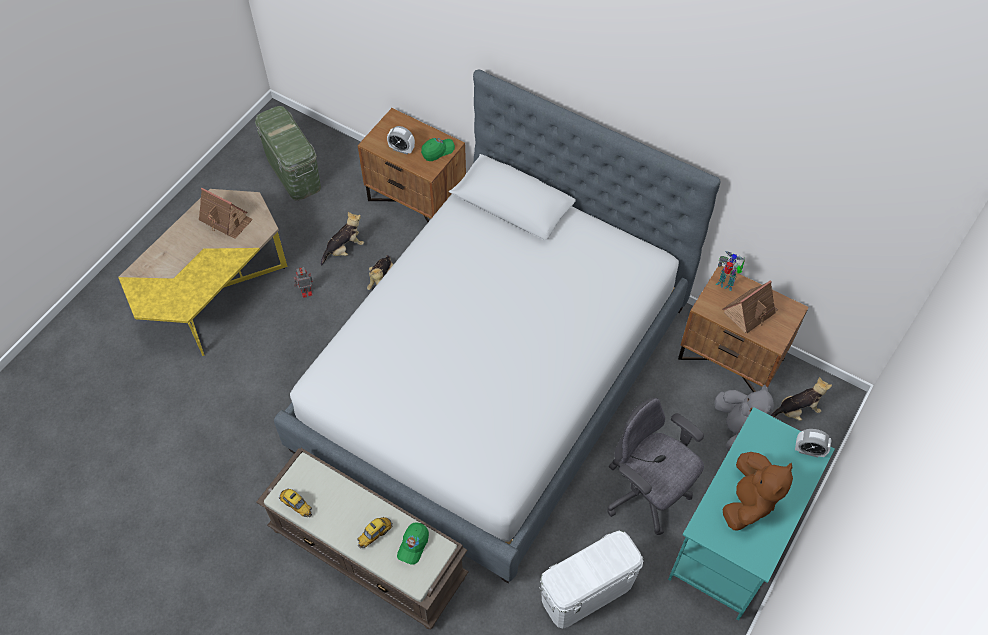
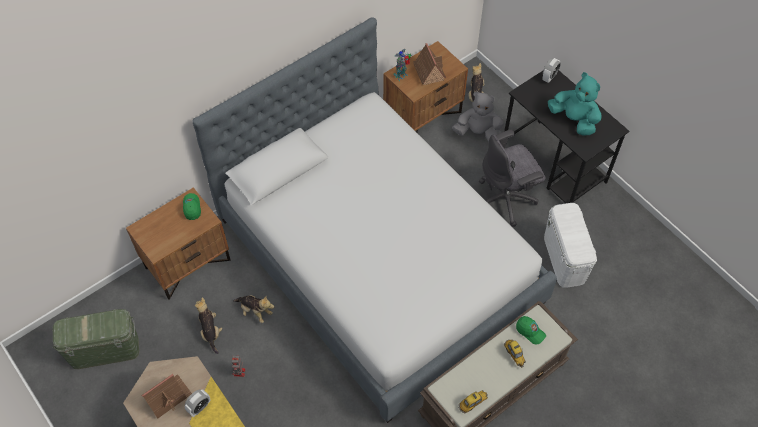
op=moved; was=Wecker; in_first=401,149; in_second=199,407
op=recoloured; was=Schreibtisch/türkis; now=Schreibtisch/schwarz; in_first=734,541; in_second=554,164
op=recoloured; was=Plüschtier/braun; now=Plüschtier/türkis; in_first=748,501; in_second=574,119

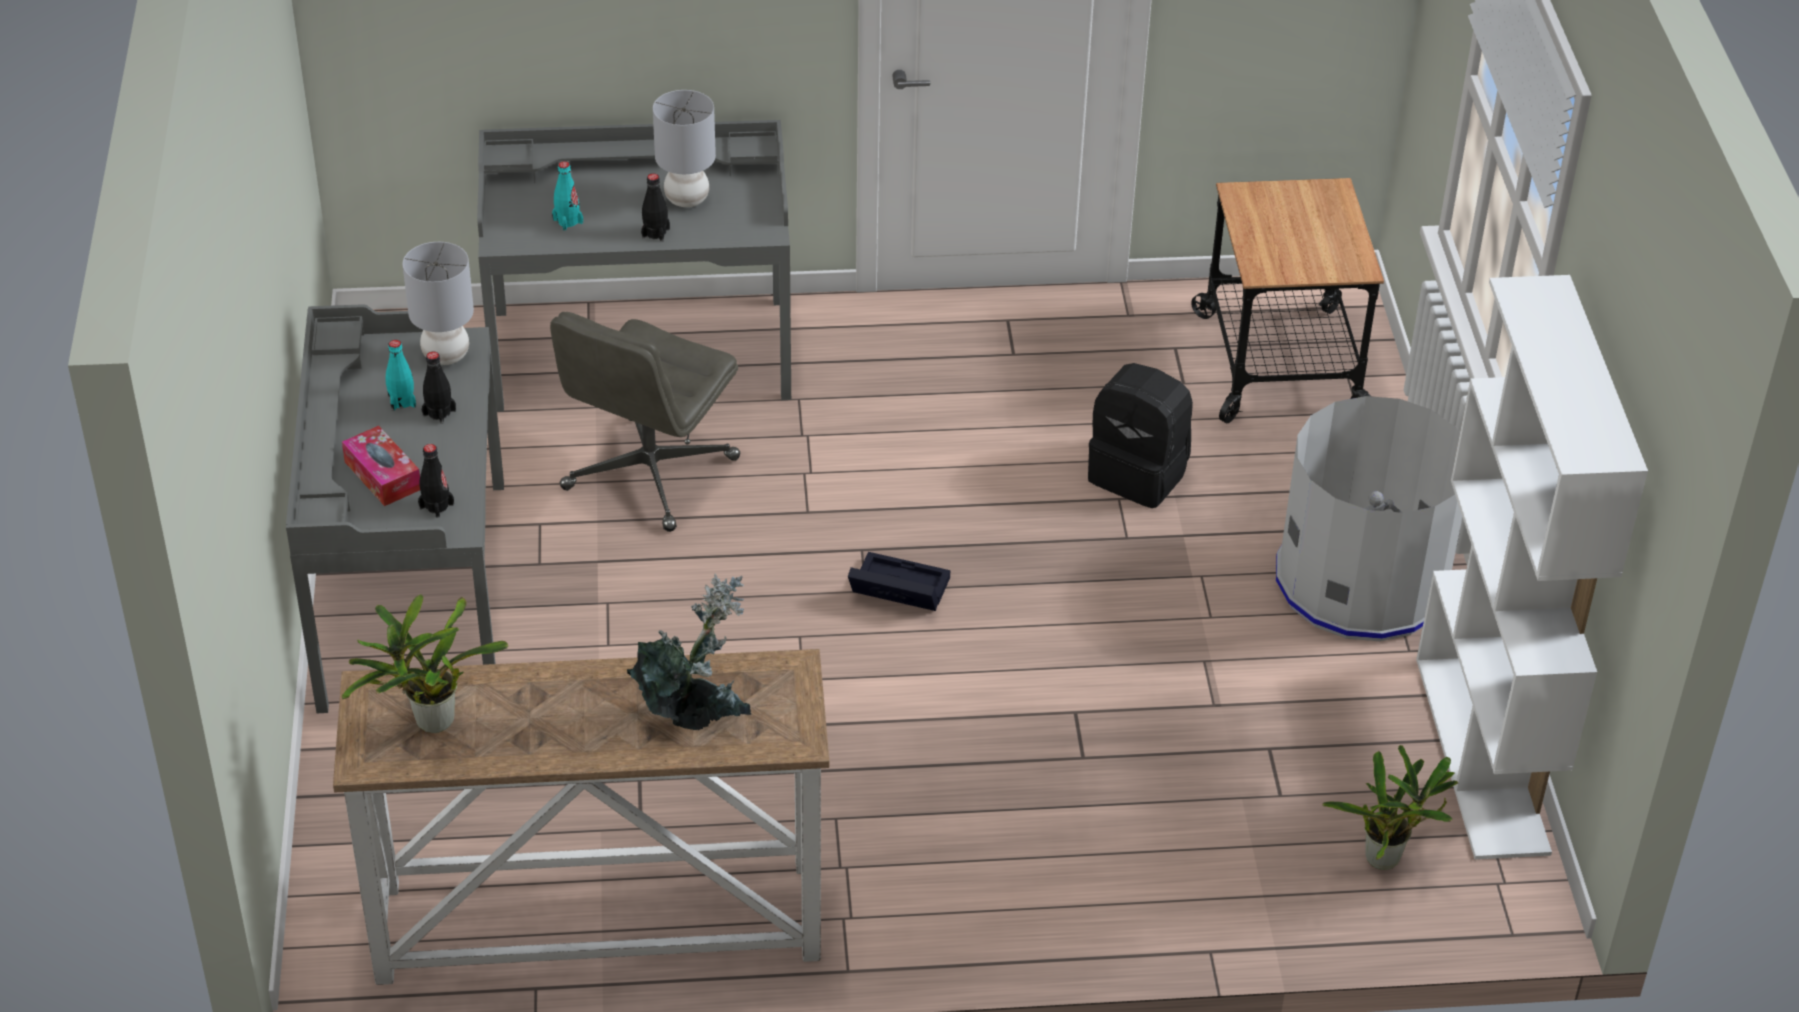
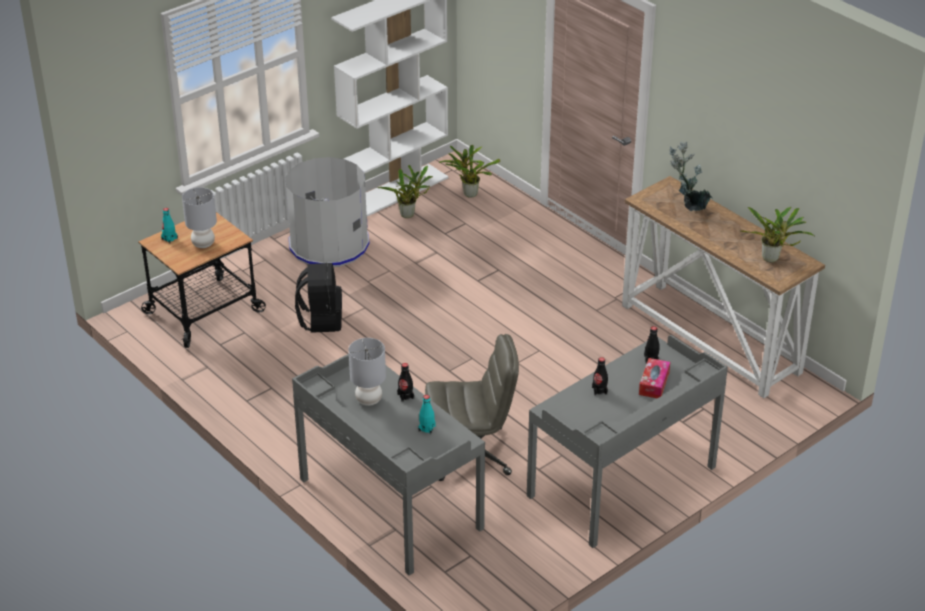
op=removed; was=Aufbewahrungsbox/schwarz; in_first=896,590
op=added; now=Topfpflanze; in_second=409,214
op=moved; was=Flasche/türkis; in_first=402,401; in_second=169,238
op=moved; was=Tischlampe/grau; in_first=445,356; in_second=203,244

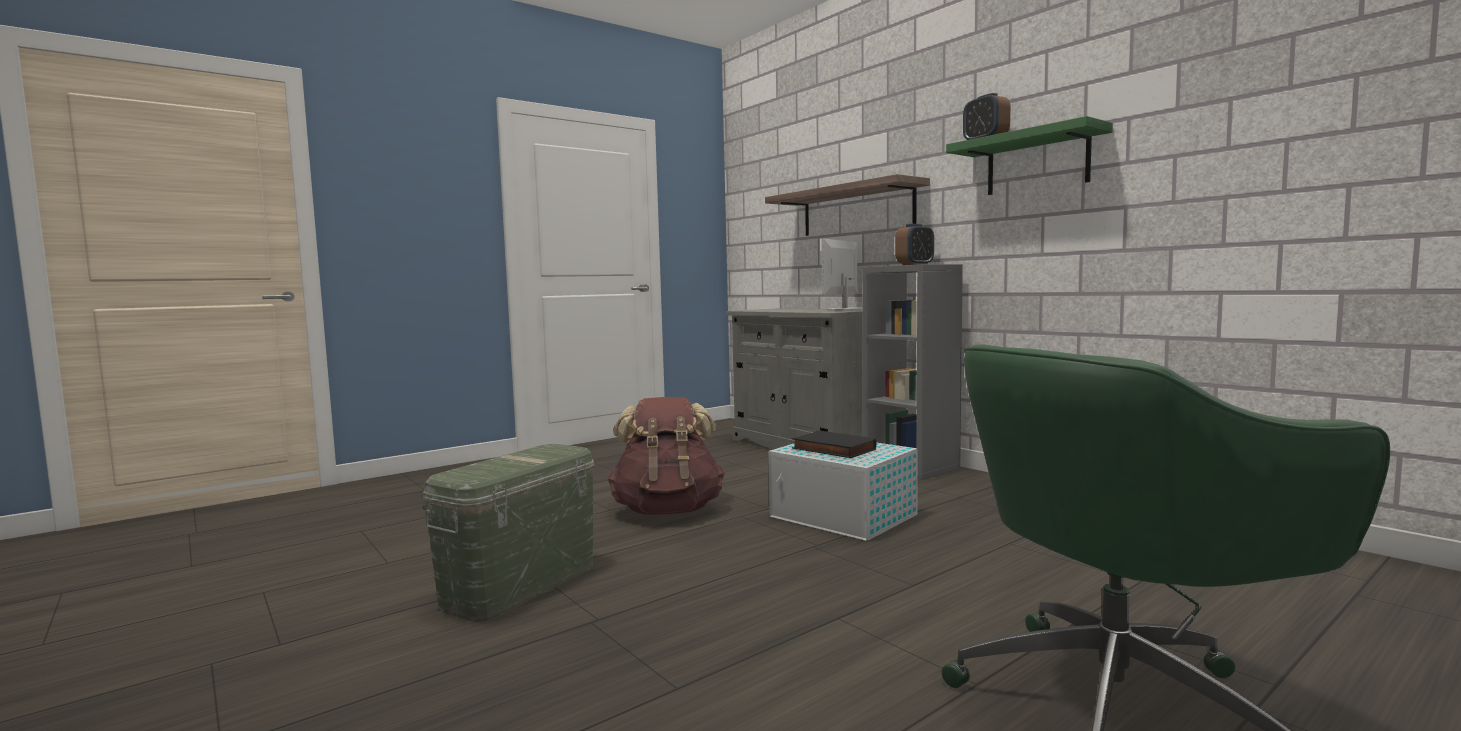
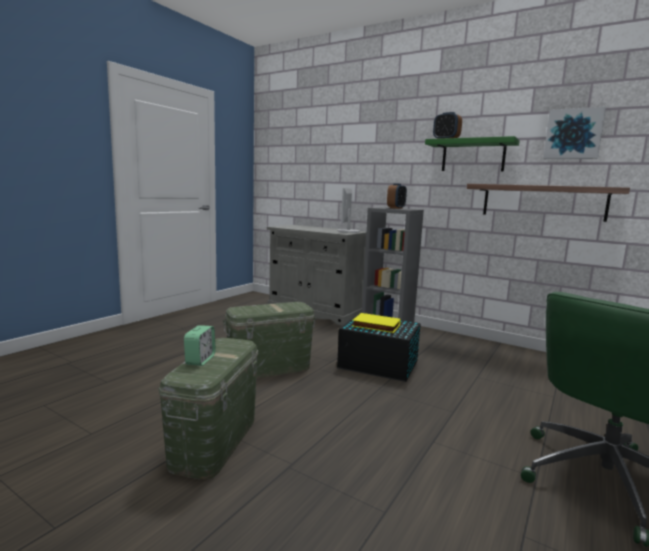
op=added; now=Wecker; in_second=200,360
op=added; now=Bild; in_second=573,134
op=moved; was=Wandregal; in_first=857,210; in_second=542,202
op=replaced; was=Rucksack/braun; now=Aufbewahrungsbox/grün; in_first=668,511; in_second=269,368
op=recoloured; was=Aufbewahrungsbox/weiß; now=Aufbewahrungsbox/schwarz; in_first=844,516; in_second=379,365
op=recoloured; was=Buch/schwarz; now=Buch/gelb; in_first=832,449; in_second=375,326

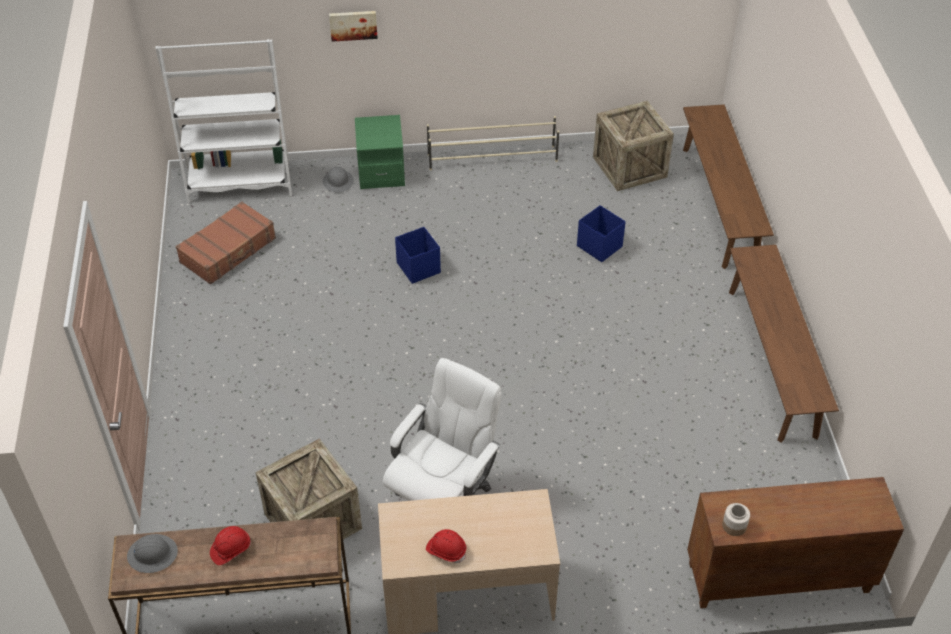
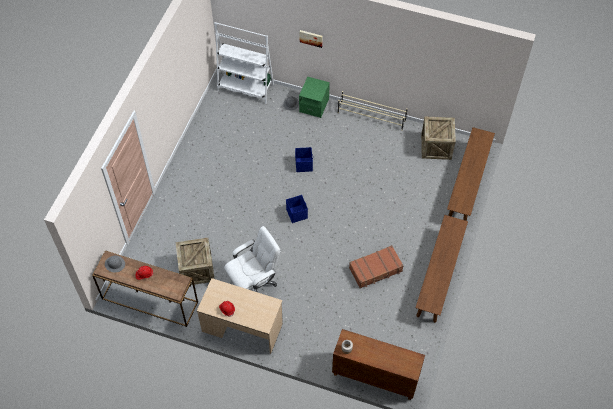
op=moved; was=Koffer/braun; in_first=228,251; in_second=376,270
op=moved; was=Aufbewahrungsbox/blau; in_first=599,246; in_second=297,213

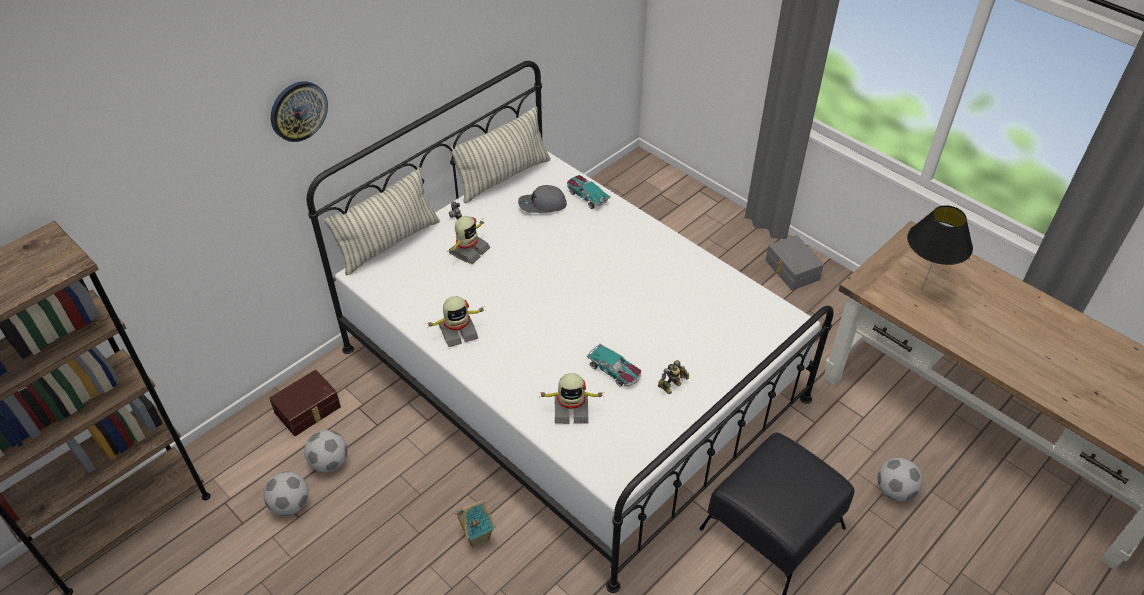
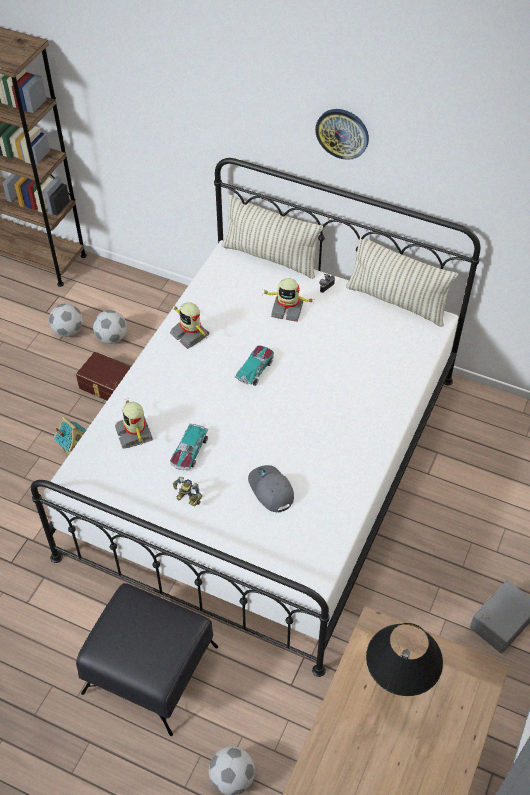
op=moved; was=Aufbewahrungsbox/braun; in_first=308,410; in_second=107,386
op=moved; was=Wanduhr; in_first=298,111; in_second=342,133
op=moved; was=Kappe/grau; in_first=542,205; in_second=270,490
op=moved; was=Spielzeugauto; in_first=587,196; in_second=255,369

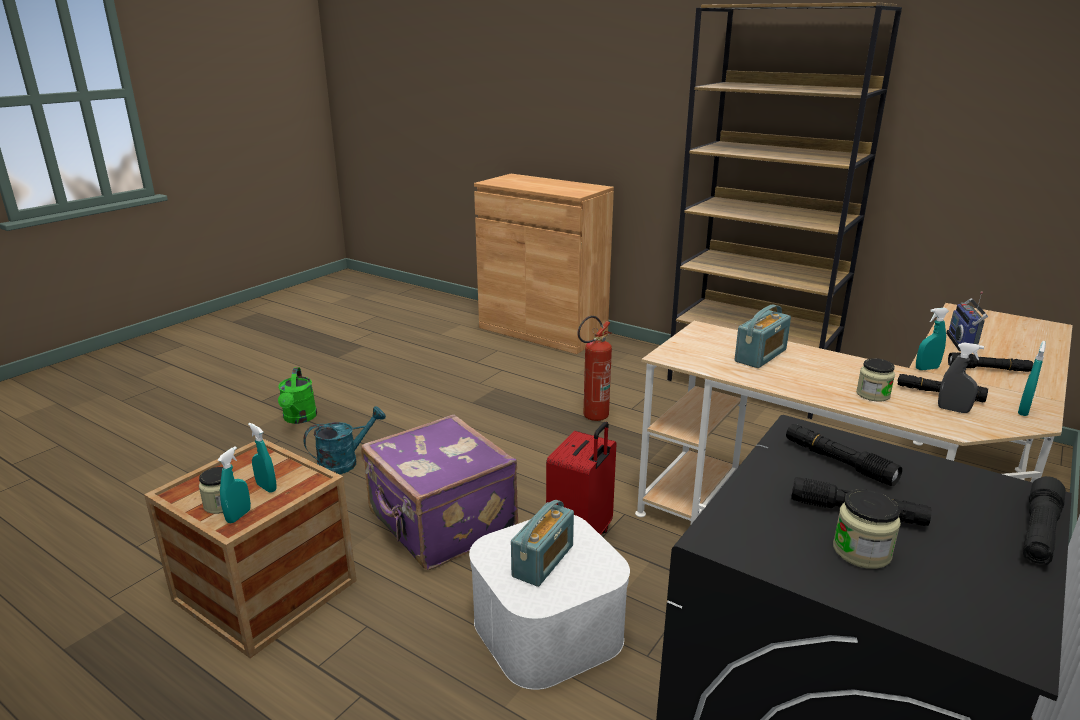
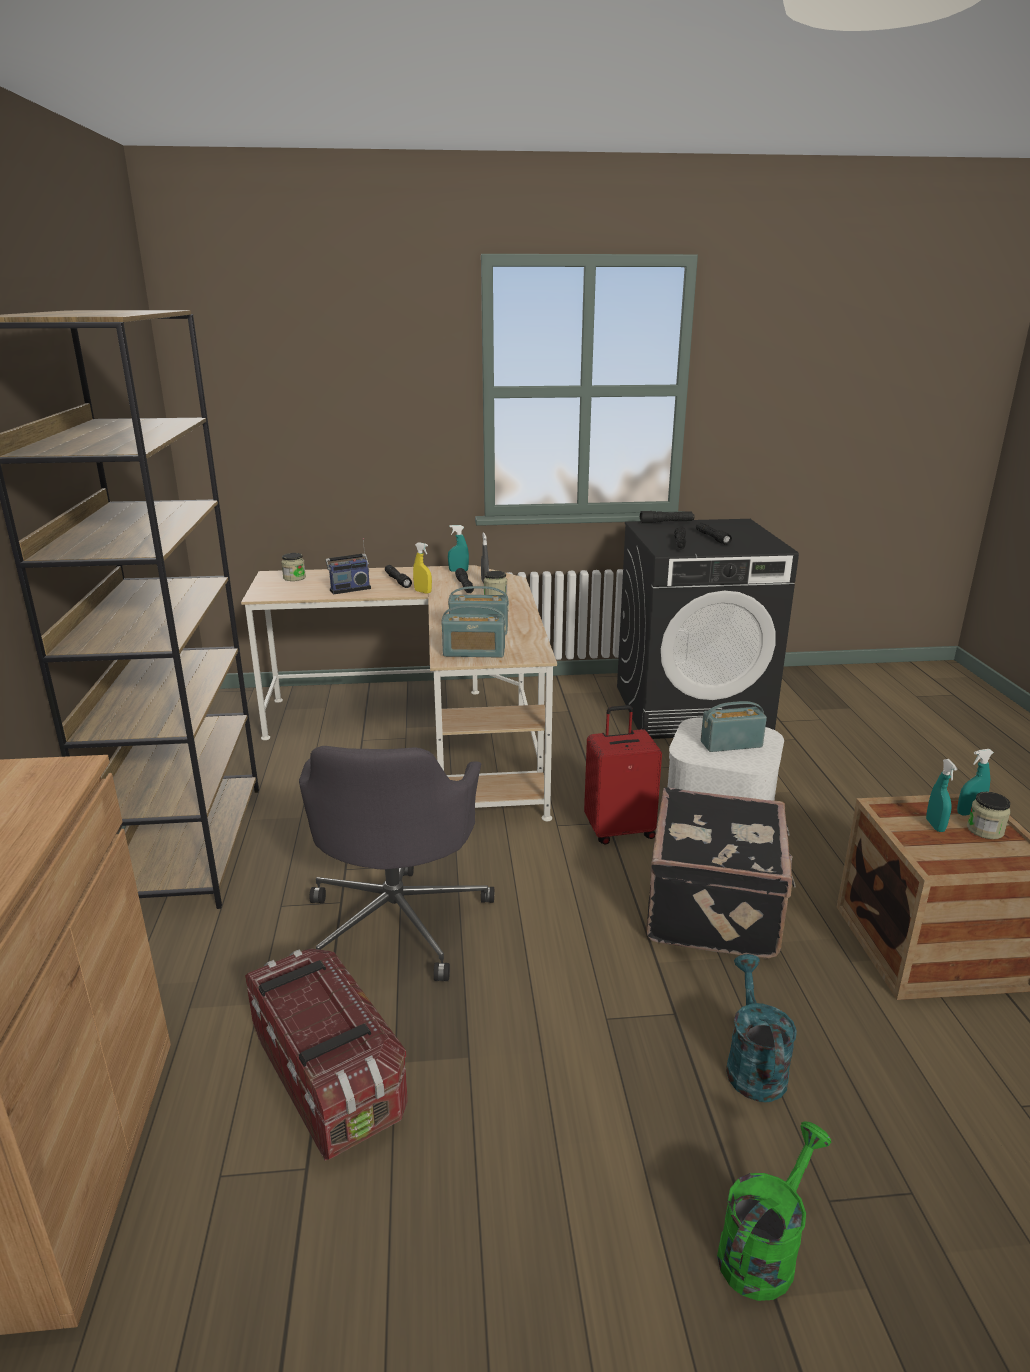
op=added; now=Aufbewahrungsbox; in_second=328,1075
op=added; now=Radio; in_second=474,652
op=moved; was=Vorratsglas; in_first=861,551; in_second=294,578
op=replaced; was=Feuerlöscher; now=Bürostuhl/grau; in_first=591,417; in_second=397,920
op=recoloured; was=Koffer/lila; now=Koffer/schwarz; in_first=440,524; in_second=716,908
op=recoloured; was=Sprühflasche/türkis; now=Sprühflasche/gelb; in_first=926,368; in_second=423,592
op=turned; was=Gießkanne/türkis; in_first=345,462; in_second=753,1064; clockwise=75

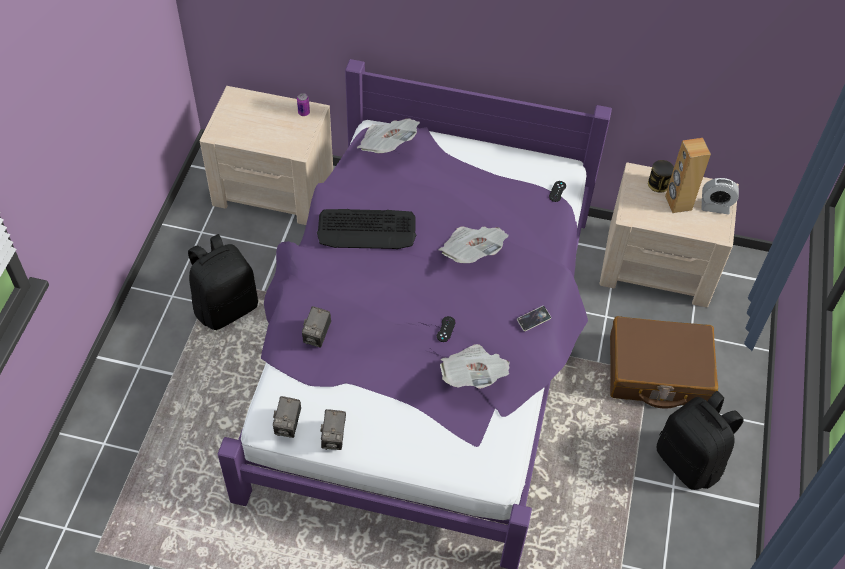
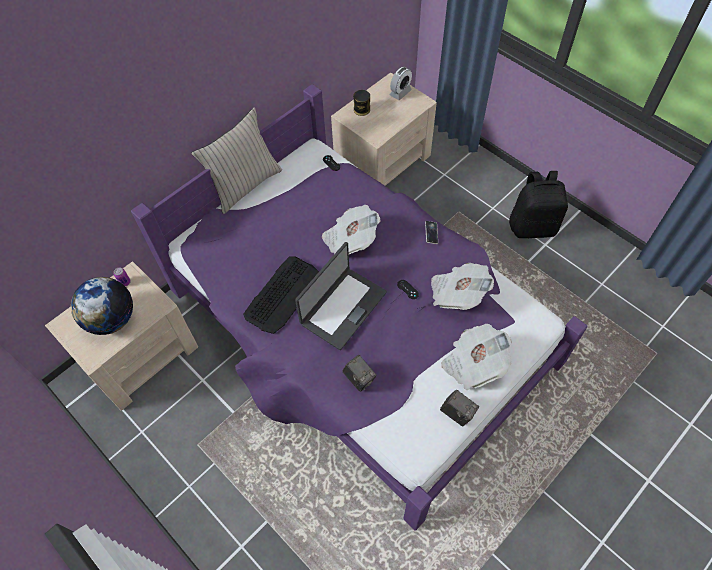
op=removed; was=Rucksack/schwarz; in_first=226,307
op=removed; was=Kamera; in_first=288,425
op=removed; was=Koffer/braun; in_first=658,372
op=removed; was=Lautsprecher/braun; in_first=678,203
op=added; now=Globus; in_second=111,319
op=added; now=Kissen/beige; in_second=245,185
op=added; now=Laptop; in_second=342,307
op=moved; was=Zeitung; in_first=387,146; in_second=473,364

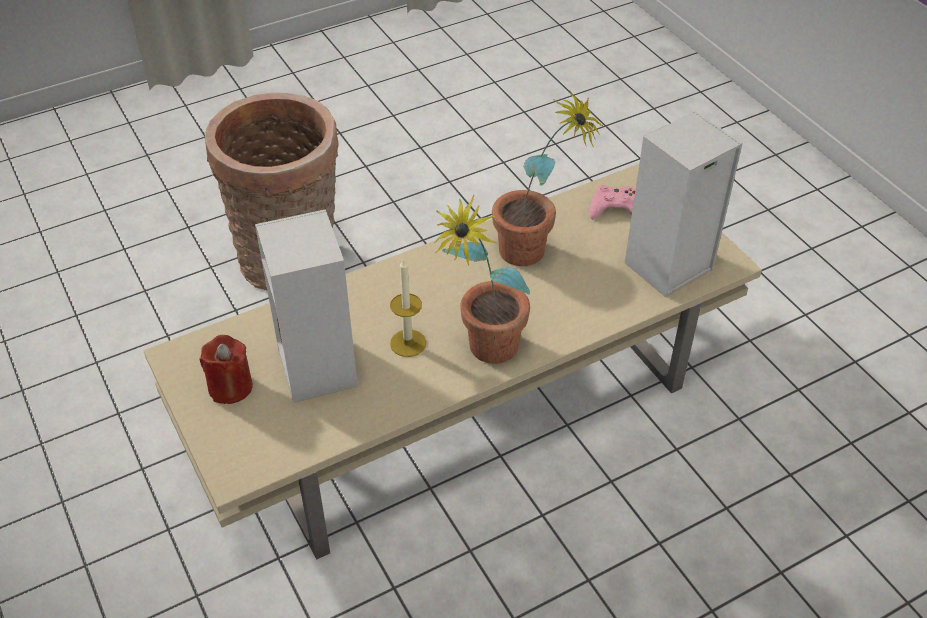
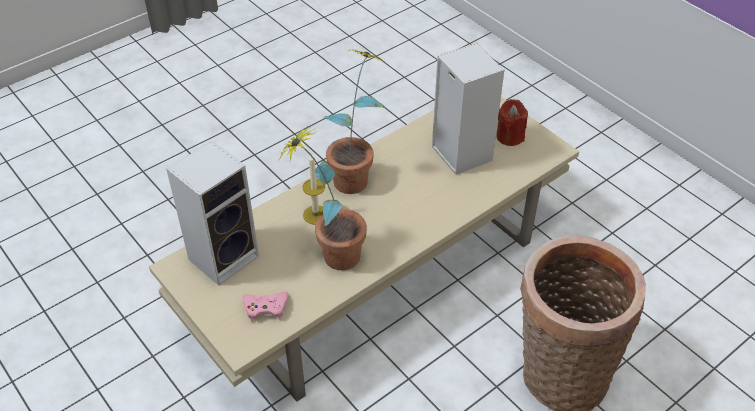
op=moved; was=Kerze; in_first=408,343; in_second=315,215

